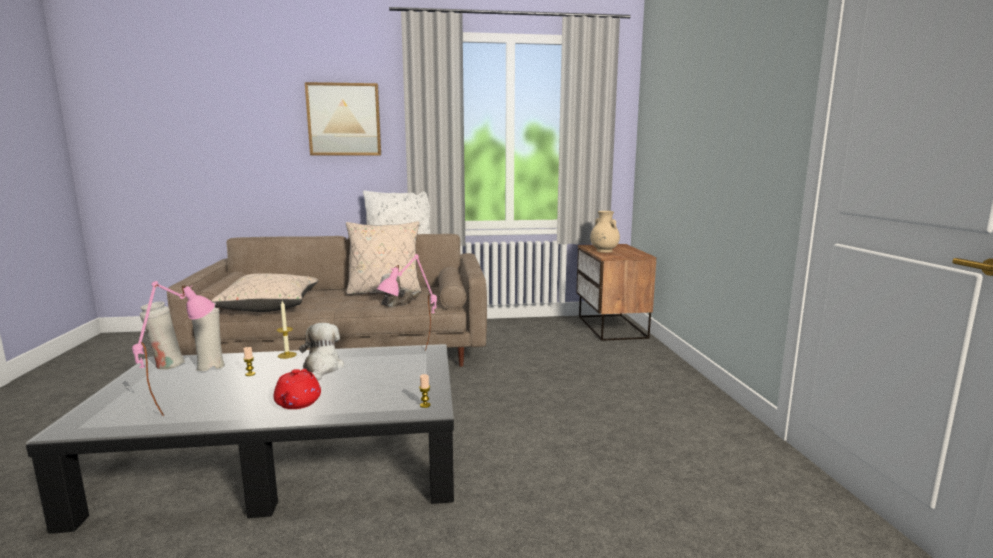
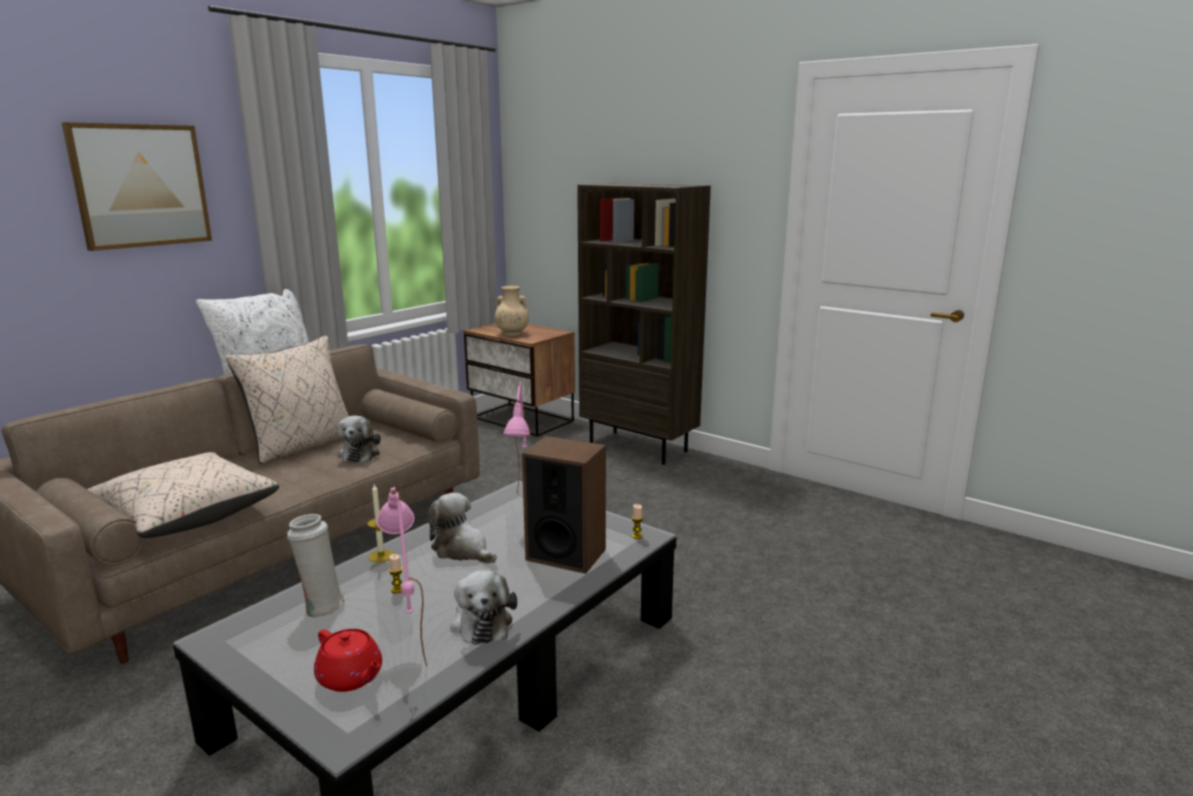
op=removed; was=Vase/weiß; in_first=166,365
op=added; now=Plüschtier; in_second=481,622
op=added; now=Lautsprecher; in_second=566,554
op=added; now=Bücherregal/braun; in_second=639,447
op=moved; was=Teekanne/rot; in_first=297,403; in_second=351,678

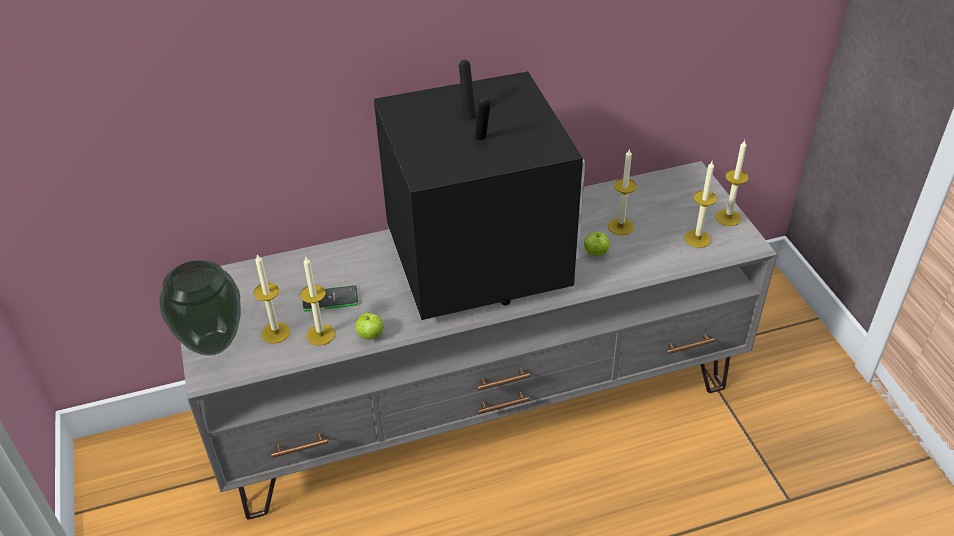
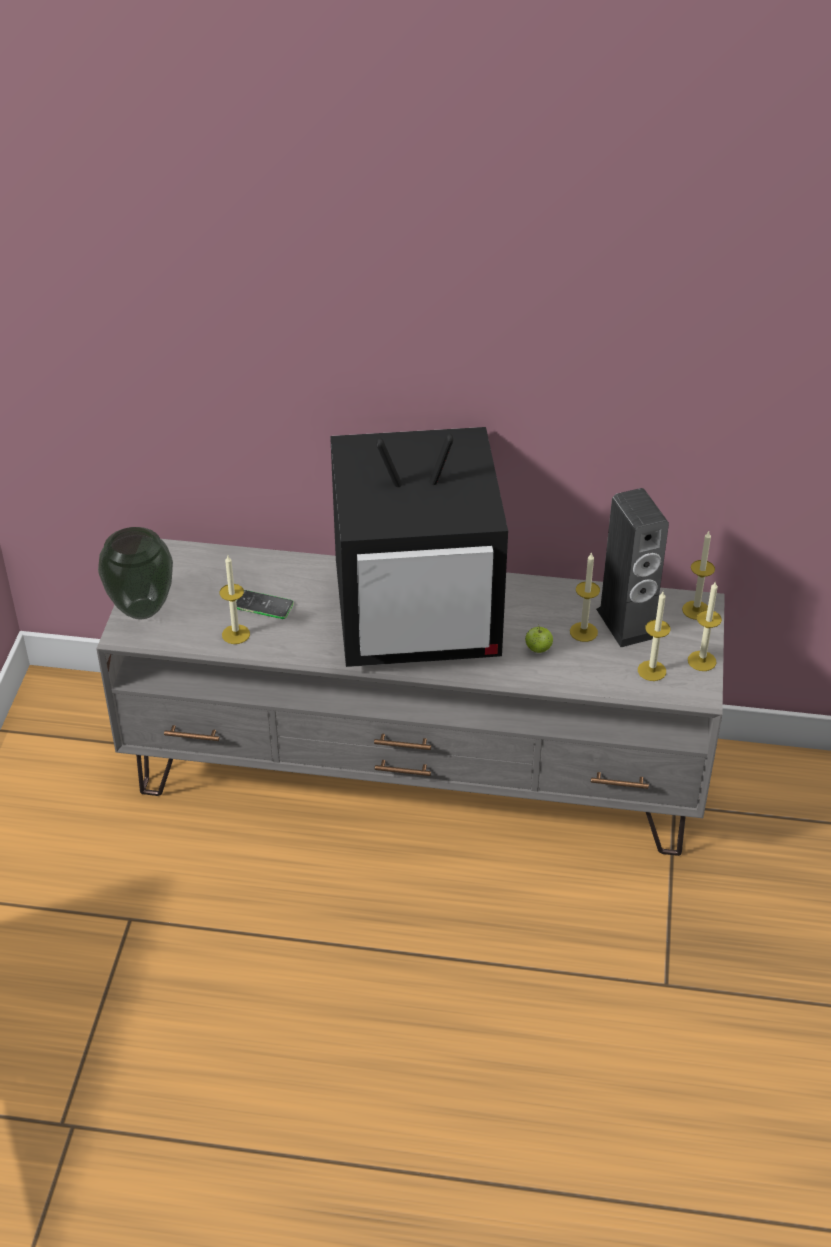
op=removed; was=Apfel; in_first=370,335
op=added; now=Lautsprecher; in_second=626,623
op=moved; was=Kerze; in_first=276,332; in_second=696,610
op=turned; was=Fernseher; in_first=476,260; in_second=419,616; clockwise=75

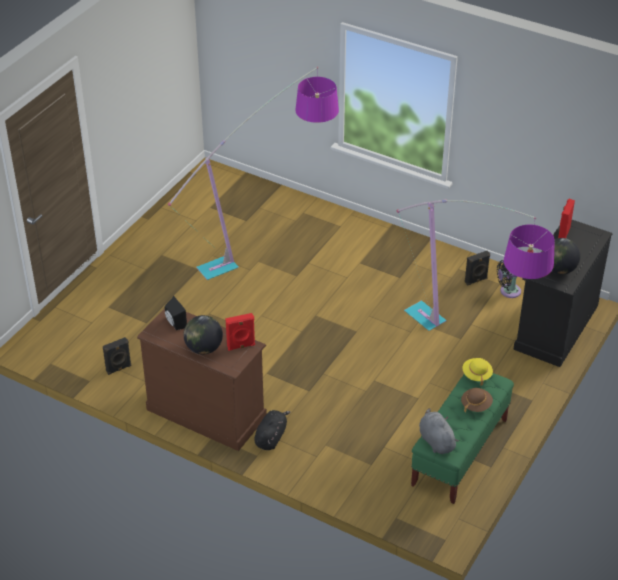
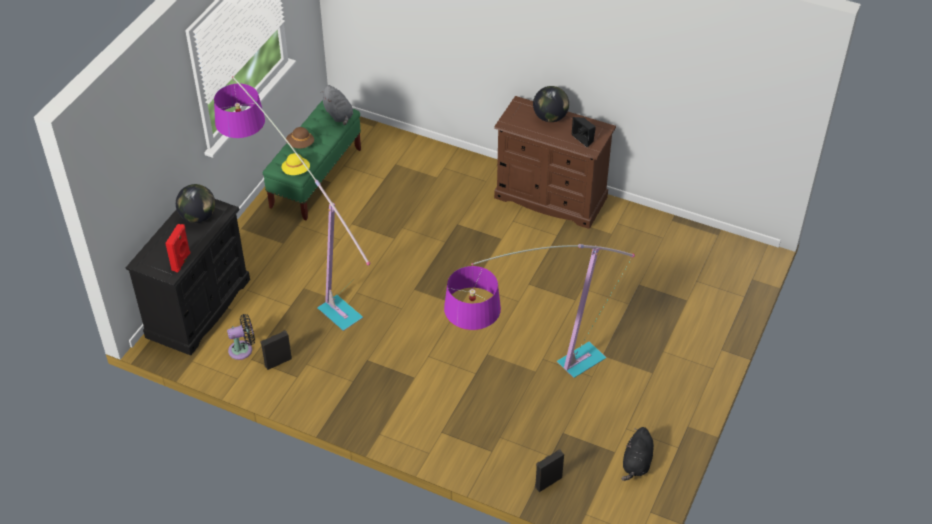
op=removed; was=Lautsprecher/rot; in_first=241,346
op=moved; was=Lautsprecher/schwarz; in_first=119,369; in_second=547,482
op=moved; was=Plüschtier/schwarz; in_first=271,437; in_second=636,463

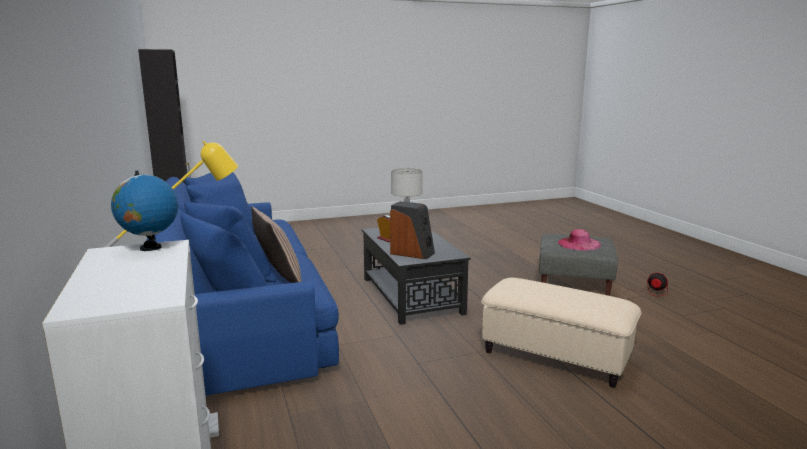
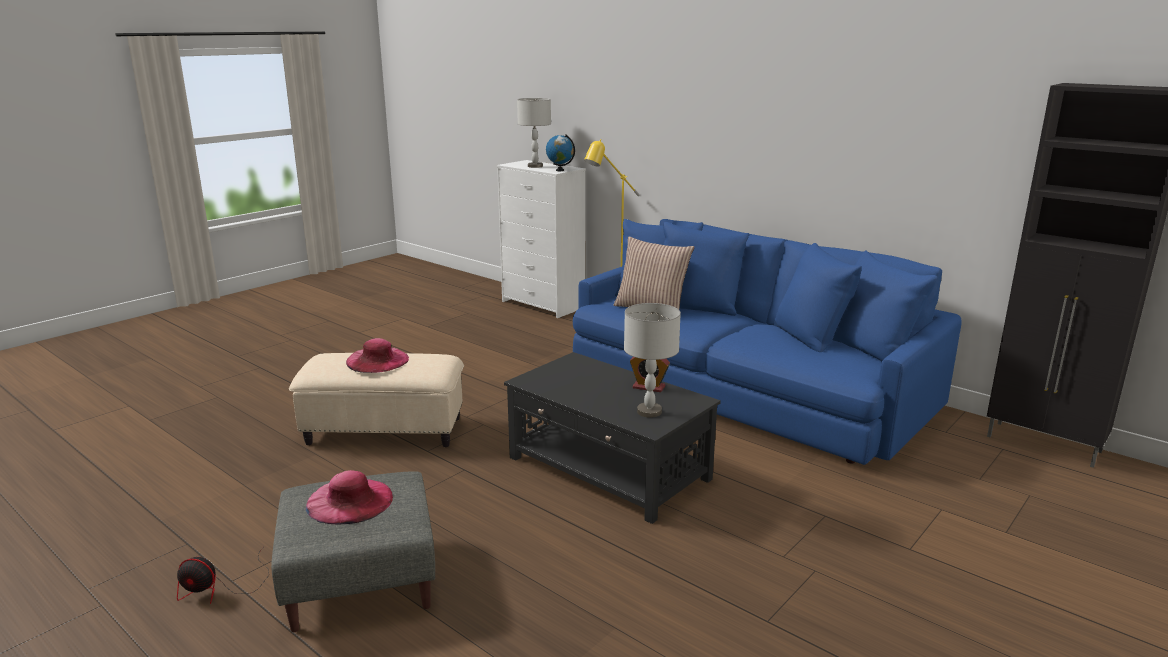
op=removed; was=Lautsprecher; in_first=412,253
op=added; now=Hut/rosa; in_second=377,360
op=added; now=Tischlampe/grau; in_second=535,166

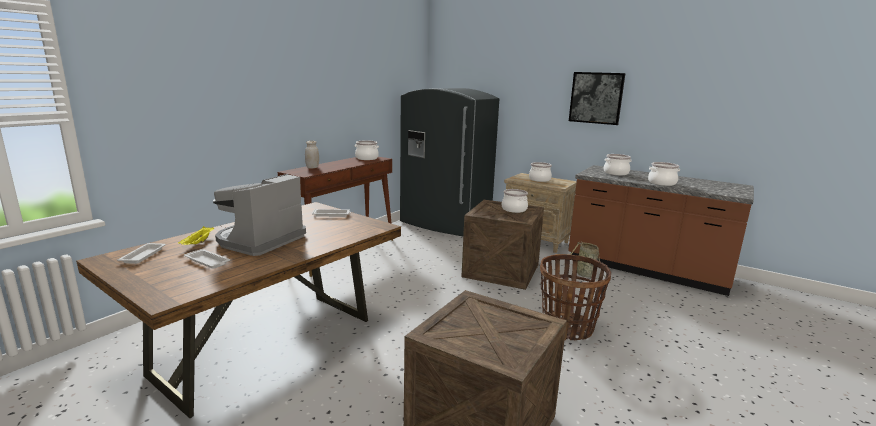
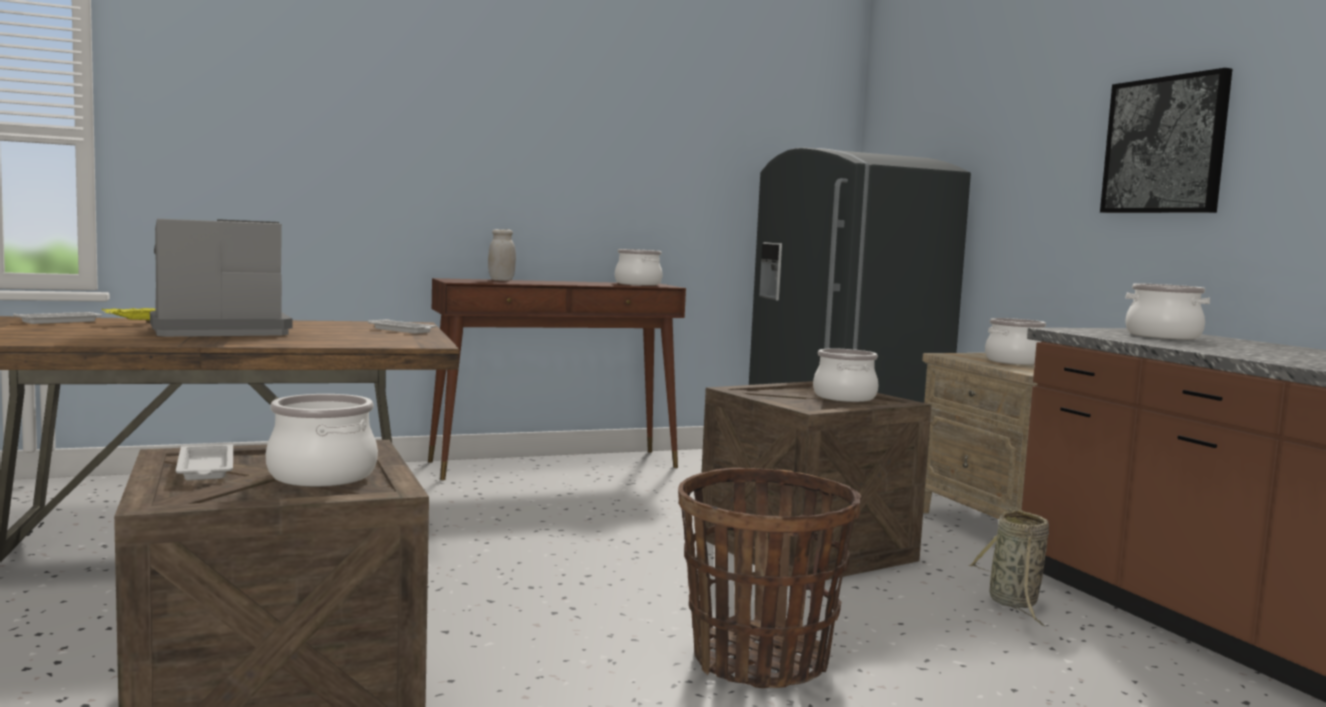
op=moved; was=Tablett/weiß; in_first=208,262; in_second=206,468
op=moved; was=Kochtopf; in_first=662,183; in_second=321,476

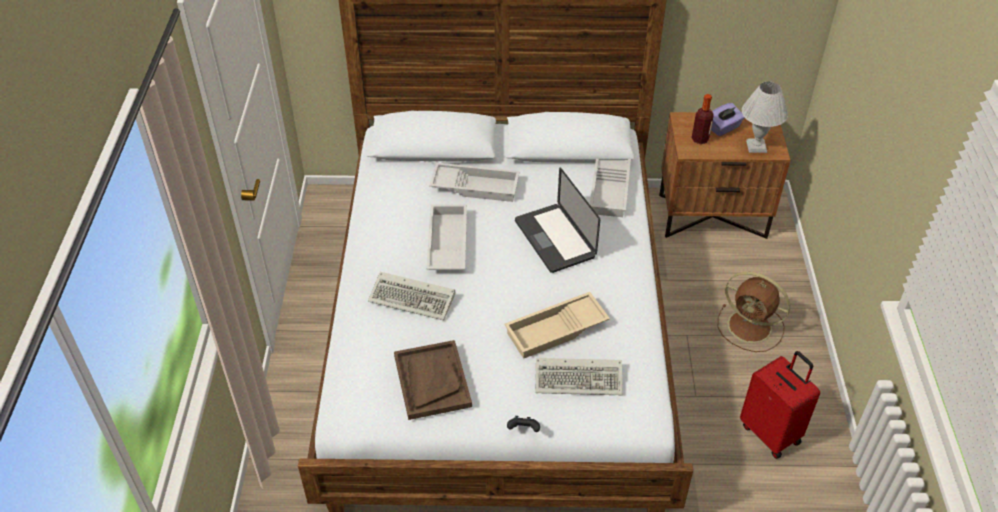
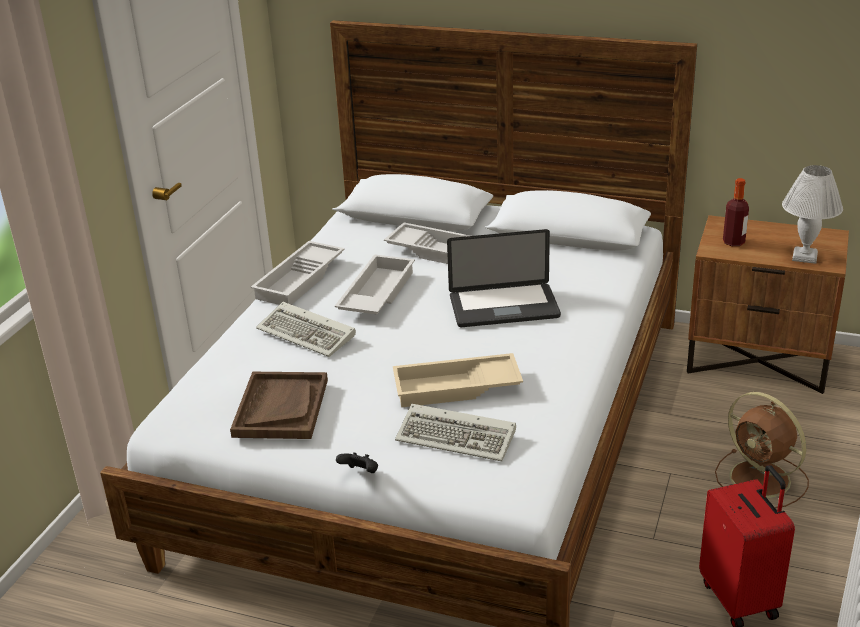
op=removed; was=Taschentuchbox/lila; in_first=723,128
op=moved; was=Tablett/weiß; in_first=611,188; in_second=301,280
op=turned; was=Laptop; in_first=554,239; in_second=504,307; clockwise=-90

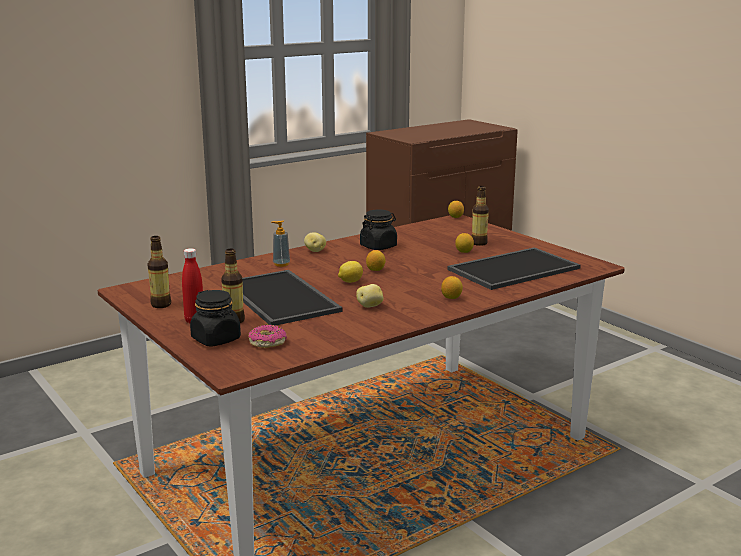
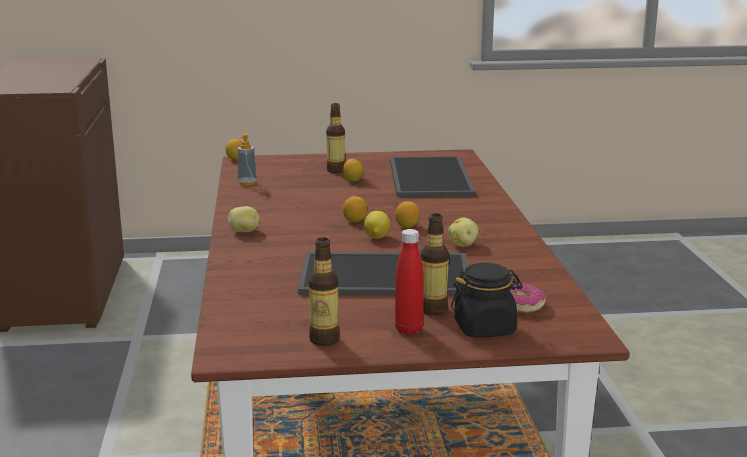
op=removed; was=Vorratsglas/schwarz; in_first=378,246
op=moved; was=Seifenspender; in_first=281,264; in_second=247,183
op=moved; was=Zitrone; in_first=451,298; in_second=407,226

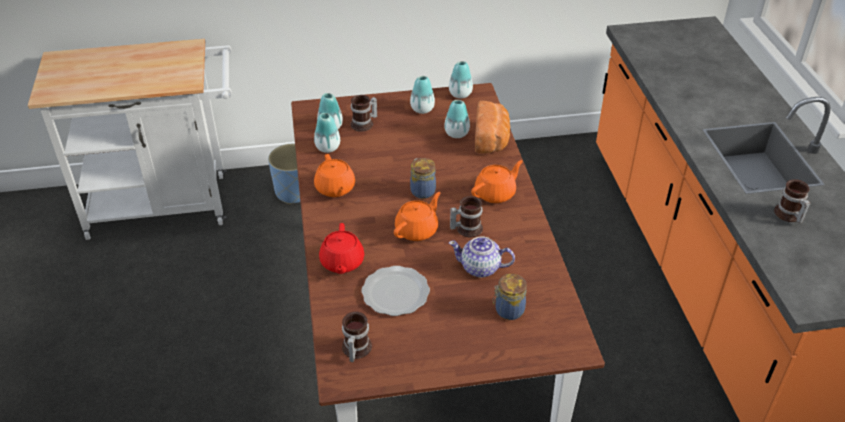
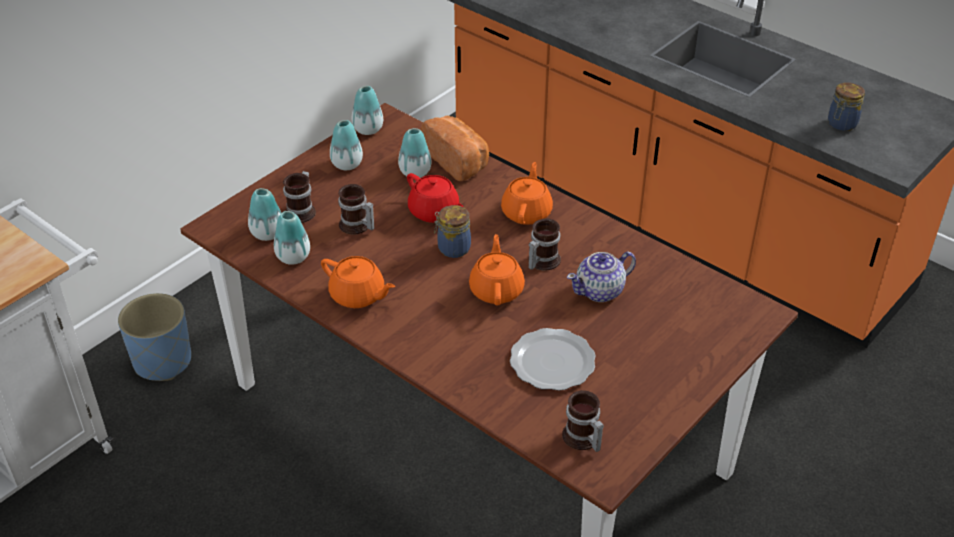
op=moved; was=Teekanne/rot; in_first=342,262; in_second=434,212
op=moved; was=Vorratsglas; in_first=508,310; in_second=841,124
op=moved; was=Henkelbecher; in_first=788,215; in_second=356,226

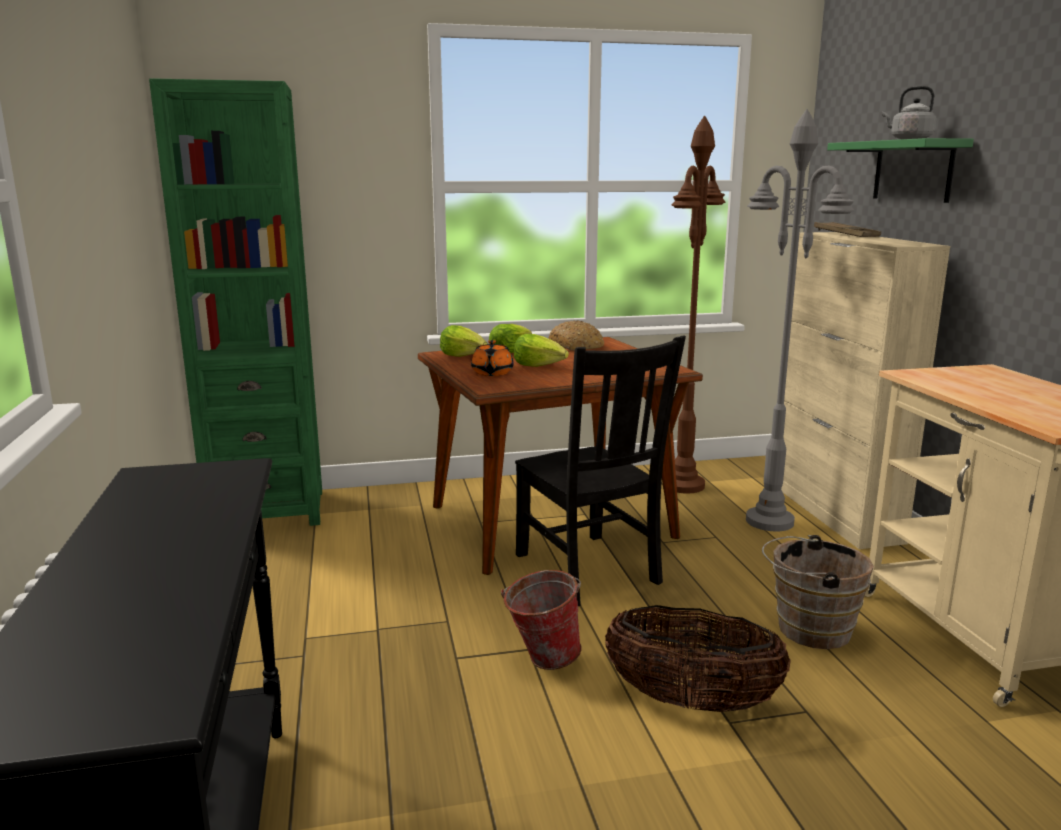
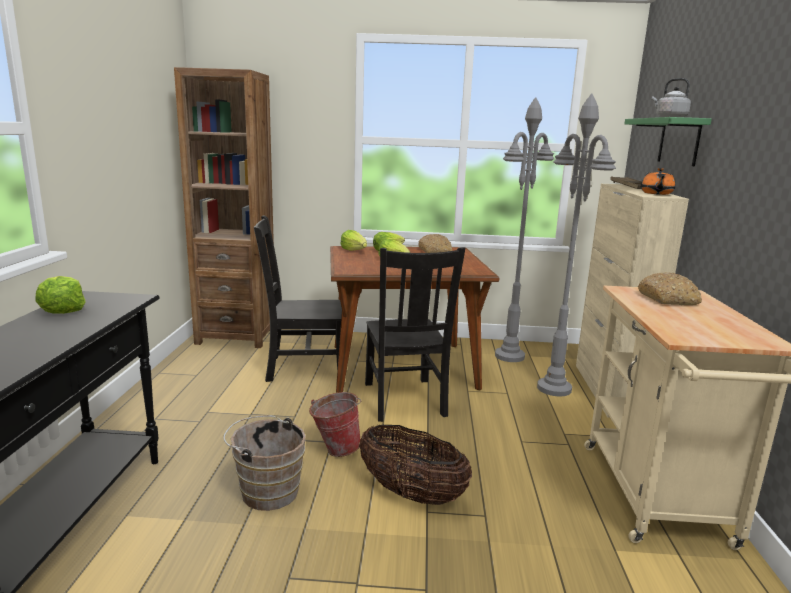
op=added; now=Salatkopf; in_second=62,309
op=added; now=Stuhl/schwarz; in_second=302,368
op=added; now=Brot; in_second=668,299
op=moved; was=Teekanne/orange; in_first=492,373; in_second=656,193
op=moved; was=Eimer/braun; in_first=807,629; in_second=266,491
op=recoloured; was=Bücherregal/grün; now=Bücherregal/braun; in_first=267,511; in_second=236,336
op=recoloured; was=Stehlampe/braun; now=Stehlampe/grau; in_first=683,485; in_second=509,356

